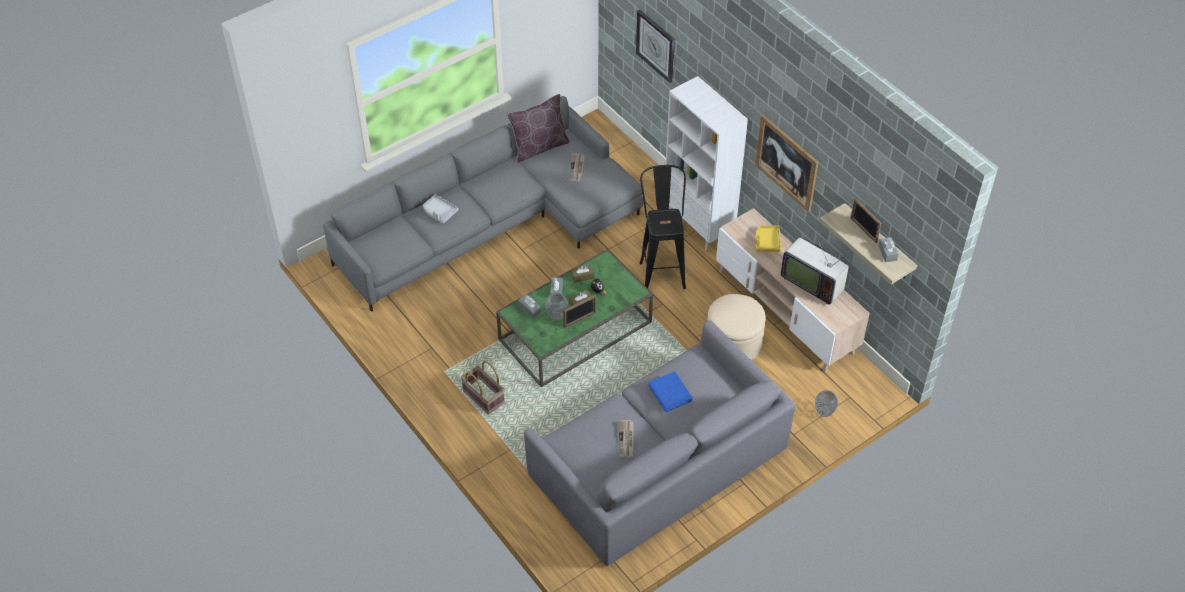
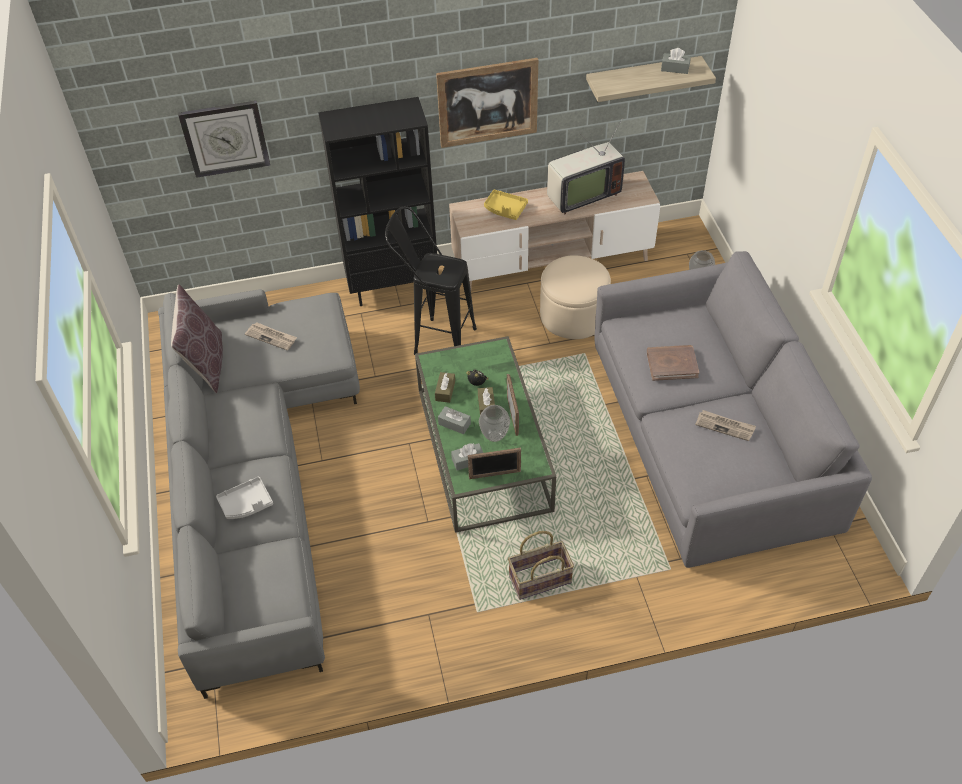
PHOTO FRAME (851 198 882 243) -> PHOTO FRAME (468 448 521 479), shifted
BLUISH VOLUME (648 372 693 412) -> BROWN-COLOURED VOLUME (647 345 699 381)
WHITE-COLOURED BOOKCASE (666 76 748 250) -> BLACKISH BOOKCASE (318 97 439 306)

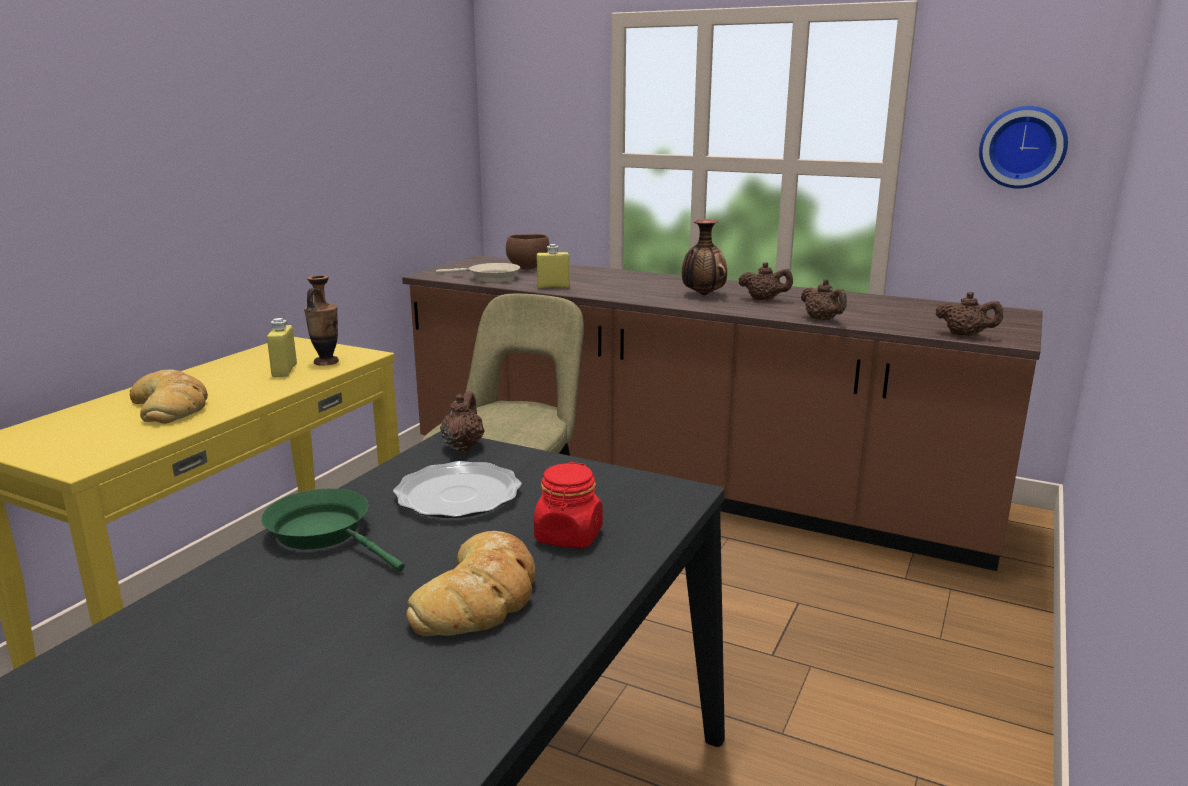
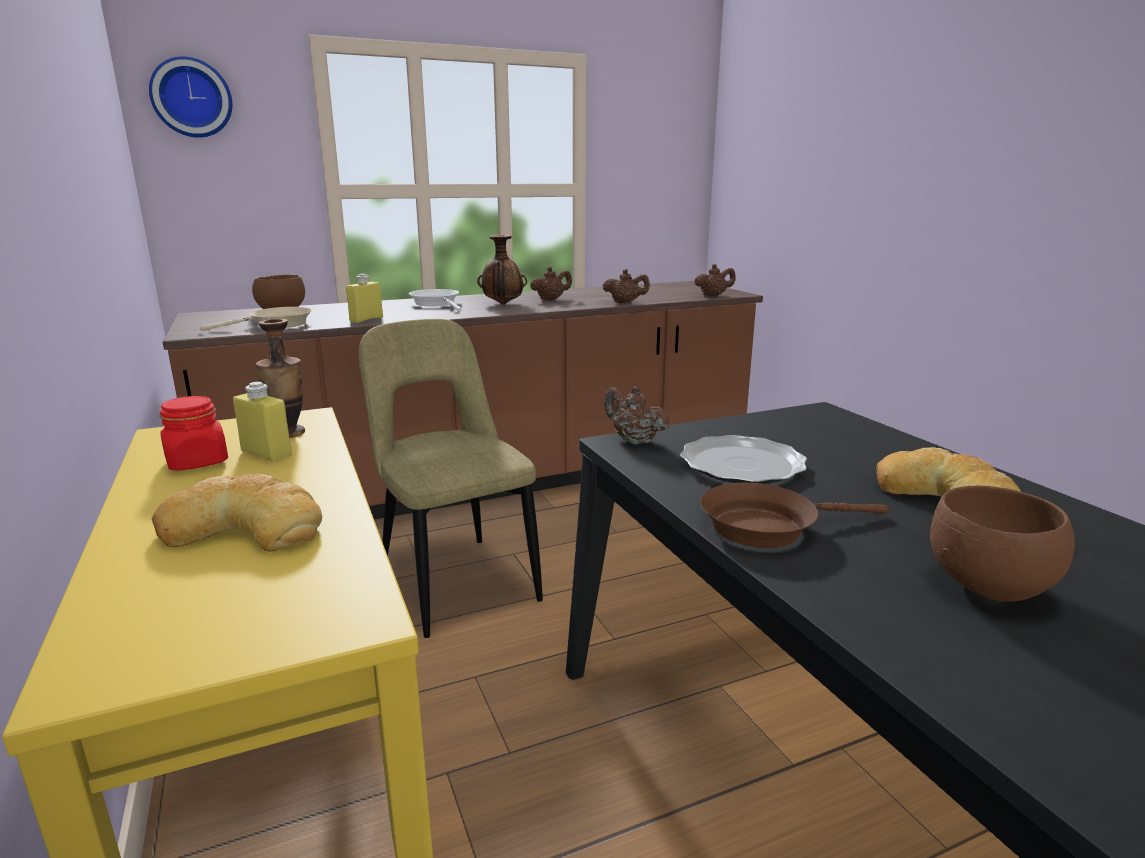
none -> WHITE-COLOURED SKILLET (409 289 462 311)
none -> BROWN-COLOURED SERVING BOWL (930 486 1075 602)
REDDISH JAR (534 462 603 548) -> REDDISH JAR (160 396 228 471), shifted
WALL CLOCK (979 106 1068 189) -> WALL CLOCK (149 56 232 138), shifted
GREEN-COLOURED SKILLET (261 489 404 571) -> BROWN-COLOURED SKILLET (700 482 888 548)

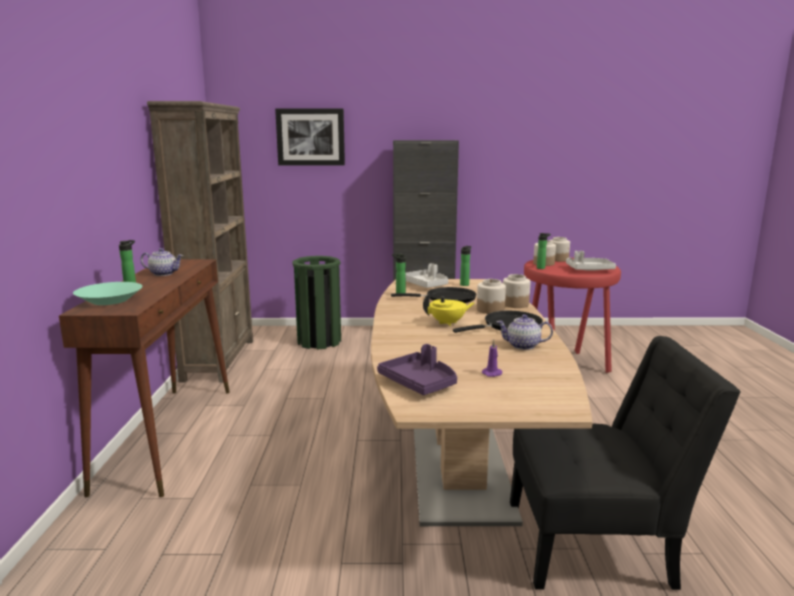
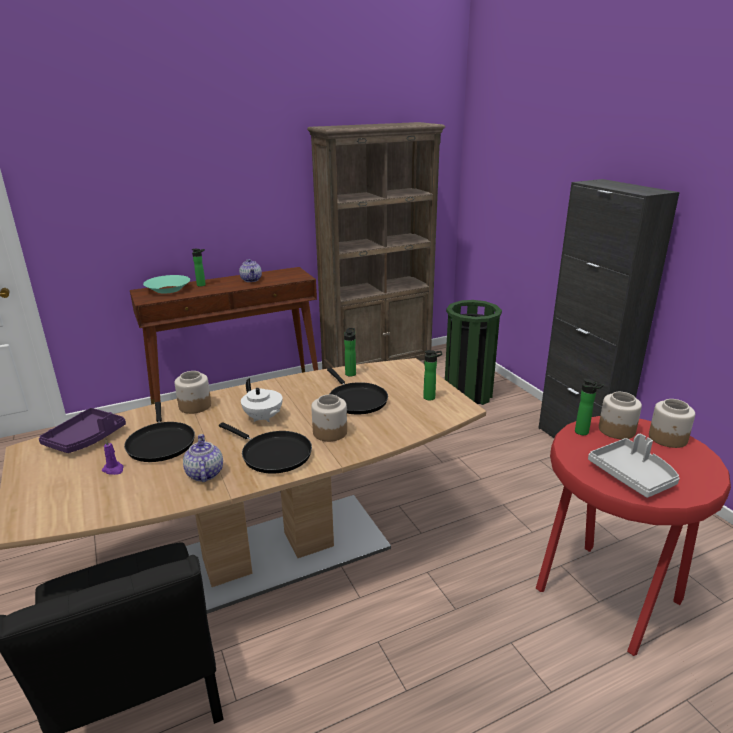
WALL PICTURE (275 108 345 165) -> none
GREYISH SERVING TRAY (405 263 448 288) -> none
none -> BLACKISH SKILLET (124 402 195 462)
JAR (503 274 530 308) -> JAR (175 371 211 414), shifted
YELLOWISH TEA POT (423 293 475 326) -> WHITE-COLOURED TEA POT (241 378 282 422)

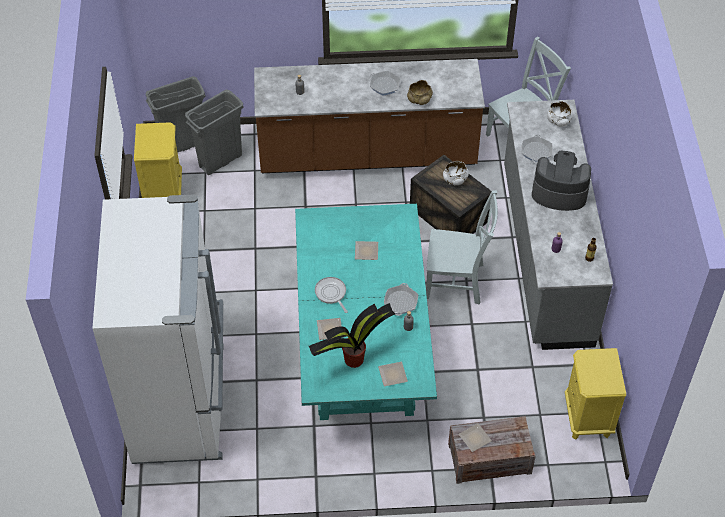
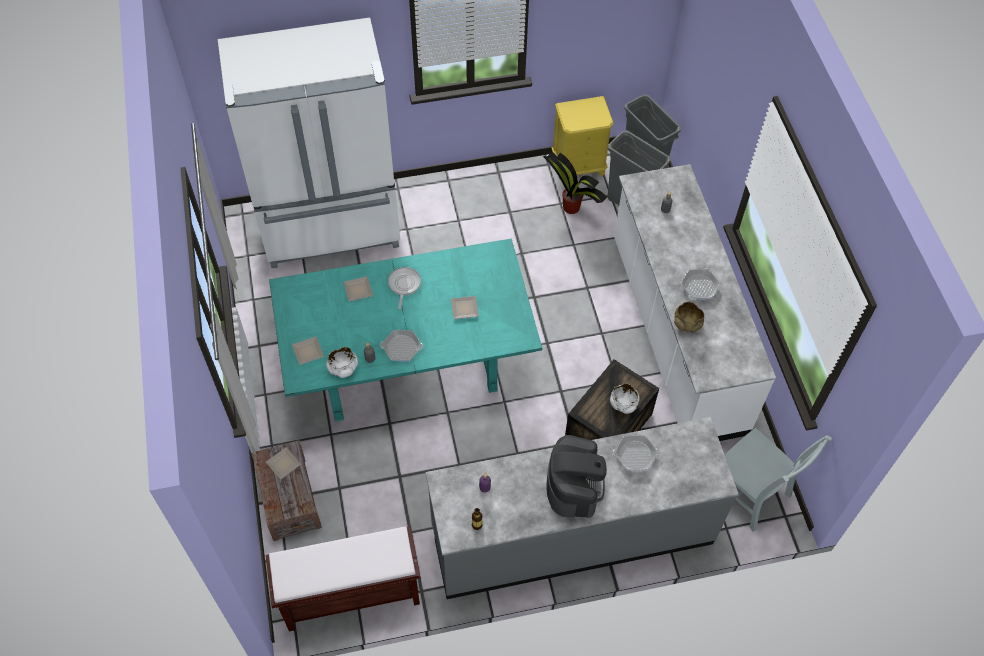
GREYISH CHAIR (426 190 498 305) -> none
HOUSEPLANT (309 303 395 368) -> HOUSEPLANT (543 152 607 214), shifted
WHITE-COLOURED SERVING BOWL (547 101 573 127) -> WHITE-COLOURED SERVING BOWL (326 347 358 378), shifted
YELLOWISH NIGHTSTAND (565 348 626 440) -> BROWN-COLOURED BENCH (266 526 420 632)
BROWN-COLOURED COUNTER (254 59 485 173) -> WHITE-COLOURED COUNTER (614 164 776 441)
SKILLET (315 277 348 313) -> SKILLET (388 267 421 309), 45 degrees counterclockwise

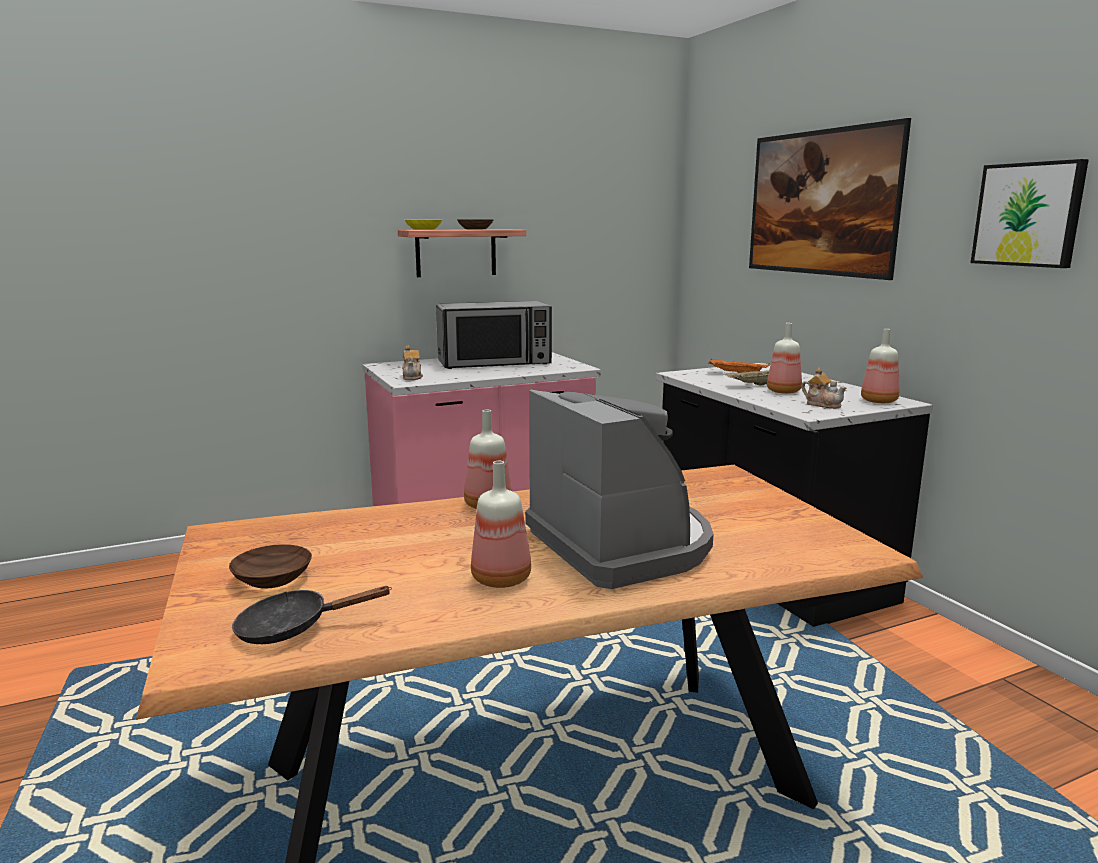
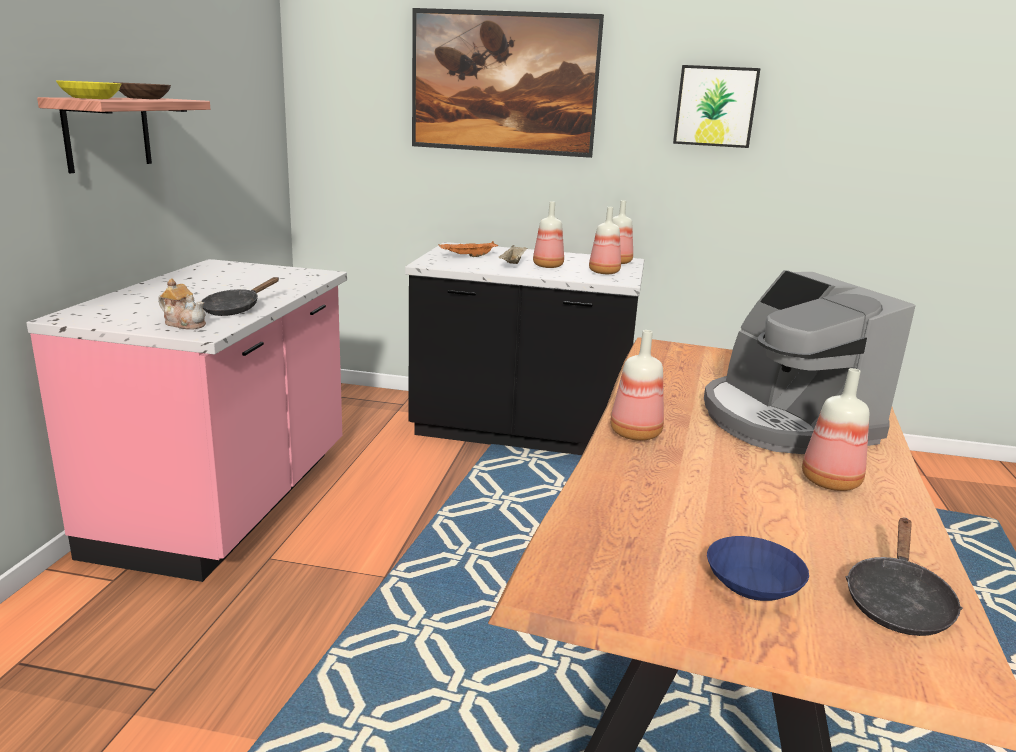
MICROWAVE (436 301 552 369) -> none
none -> BLACKISH SKILLET (201 277 279 316)
TEA POT (801 368 847 409) -> BEVERAGE BOTTLE (589 207 621 274)
BROWN-COLOURED SERVING BOWL (229 544 312 589) -> BLUISH SERVING BOWL (707 536 809 601)
COFFEE MACHINE (525 390 713 589) -> COFFEE MACHINE (704 270 916 454), 120 degrees counterclockwise

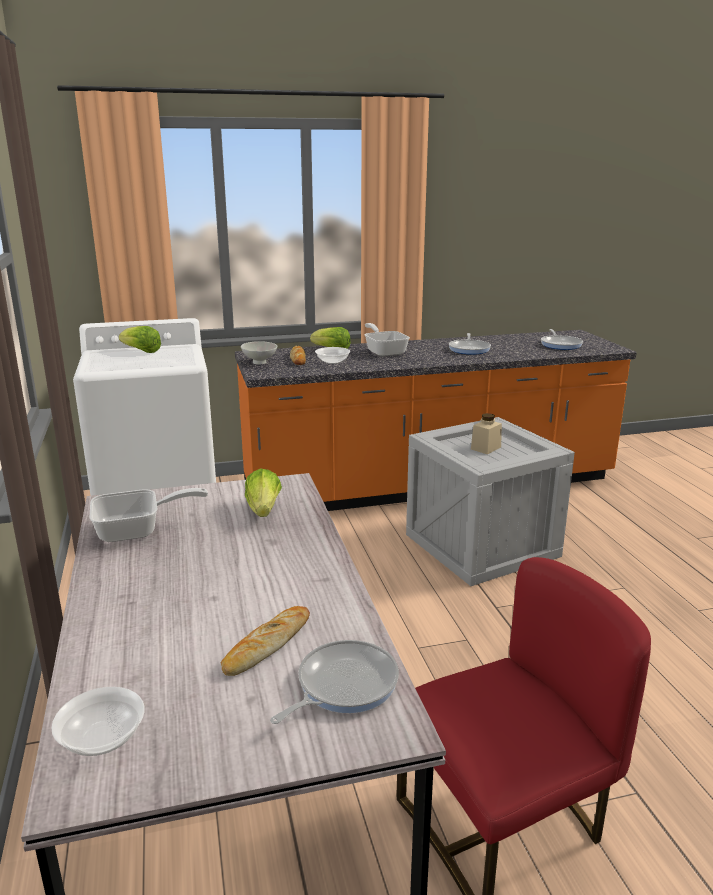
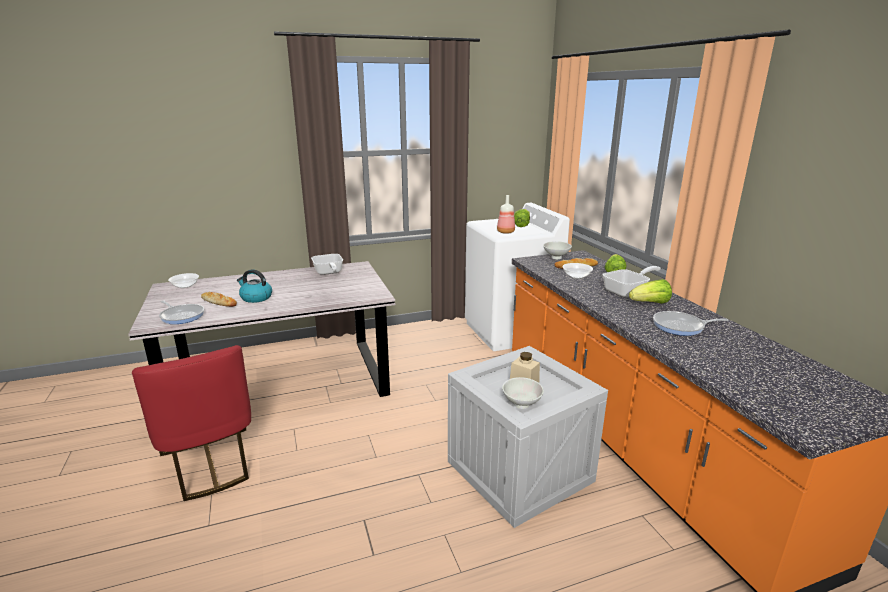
SKILLET (541 329 583 350) -> none
none -> TEA KETTLE (237 270 272 303)
none -> BEVERAGE BOTTLE (497 195 515 234)
none -> WHITE-COLOURED SERVING BOWL (502 377 544 409)
LETTUCE (245 468 282 517) -> LETTUCE (629 279 672 304), shifted

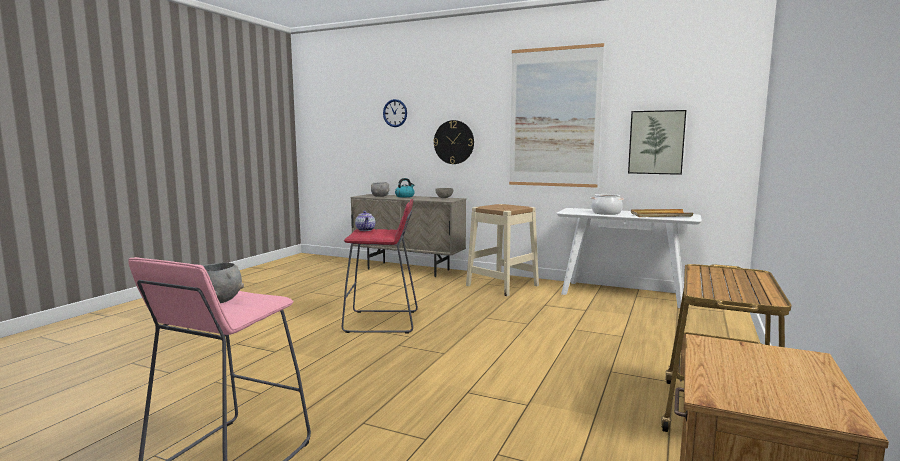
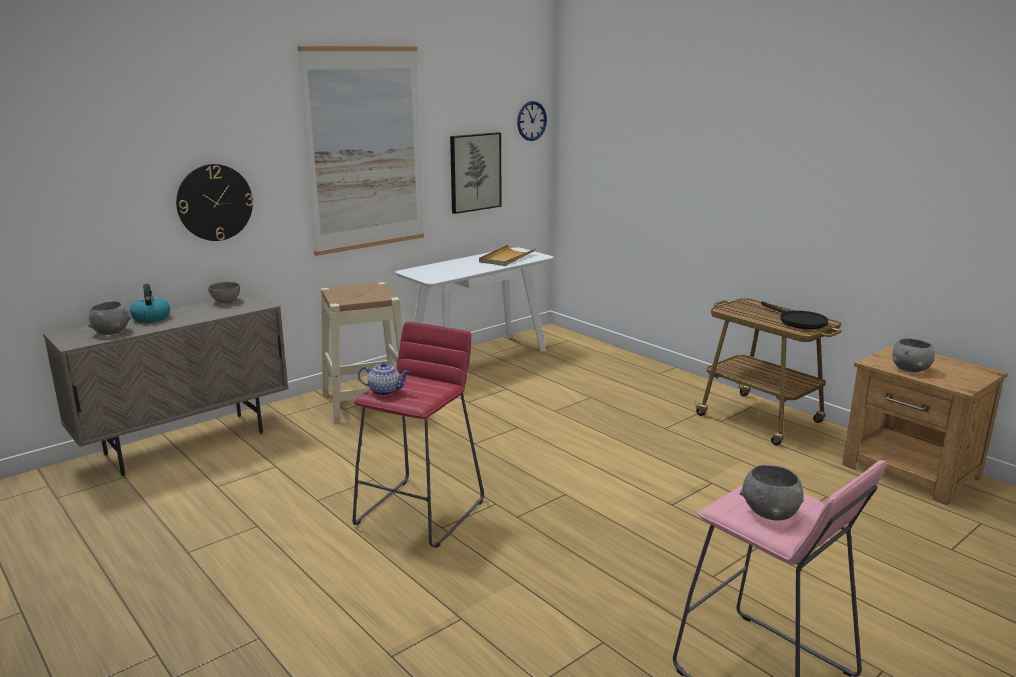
COOKING POT (591 194 624 215) -> none
none -> BLACKISH SKILLET (761 301 828 329)
none -> GREYISH SERVING BOWL (892 338 935 372)
WALL CLOCK (383 99 407 127) -> WALL CLOCK (517 101 547 141), shifted

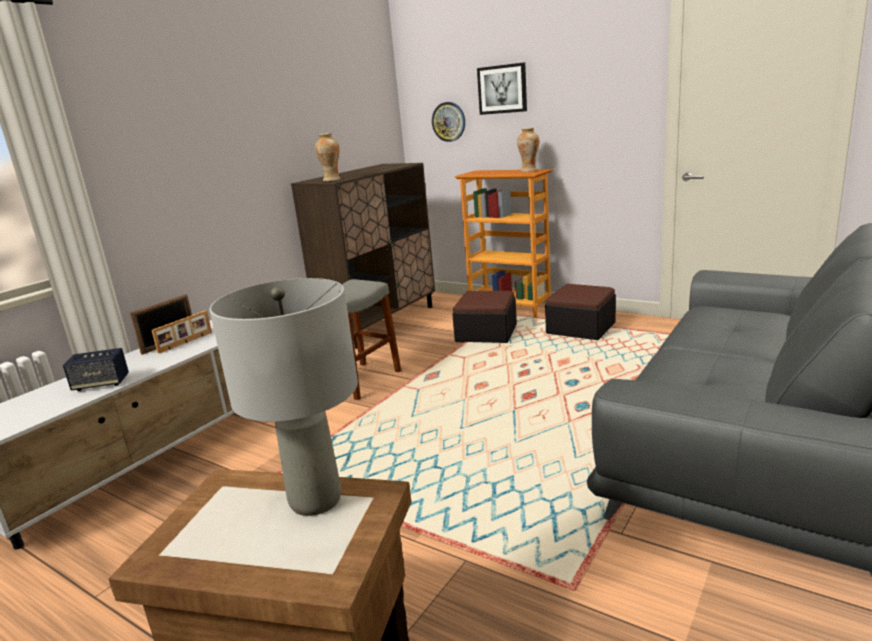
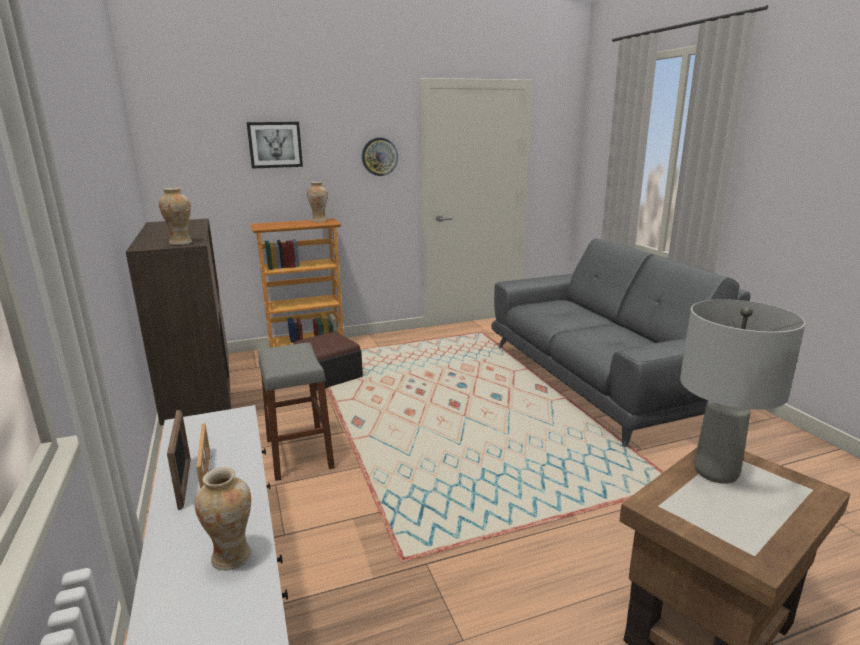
FOOTREST (545 284 616 340) -> none
WALL CLOCK (432 102 465 142) -> WALL CLOCK (362 138 398 176), shifted
SPEAKER (63 348 129 391) -> DECORATIVE VASE (194 467 252 570)

